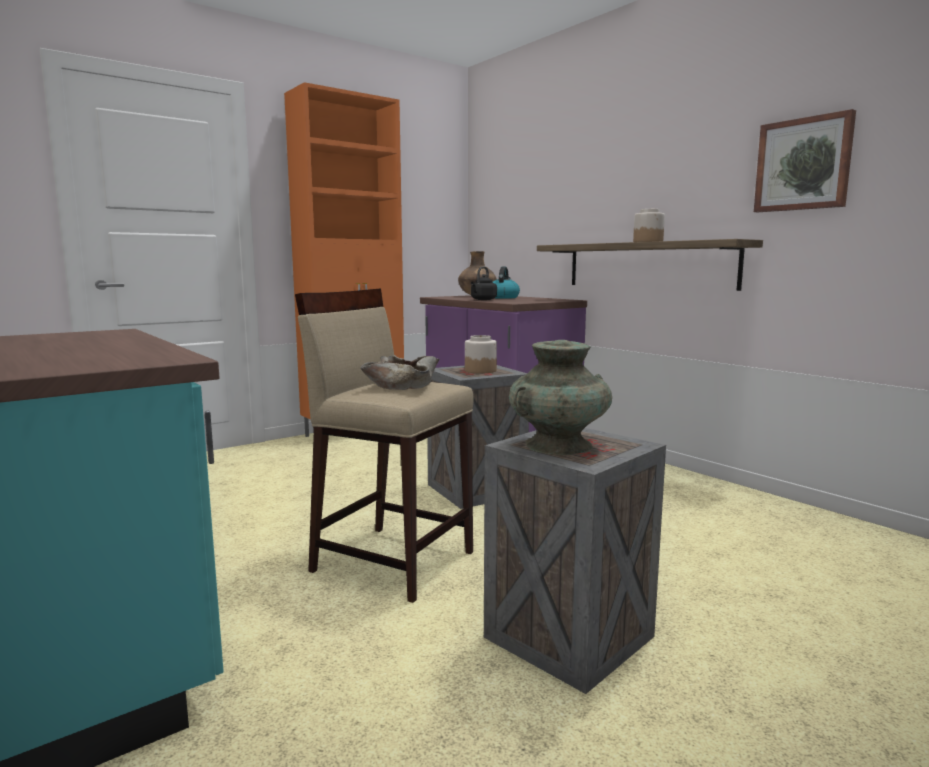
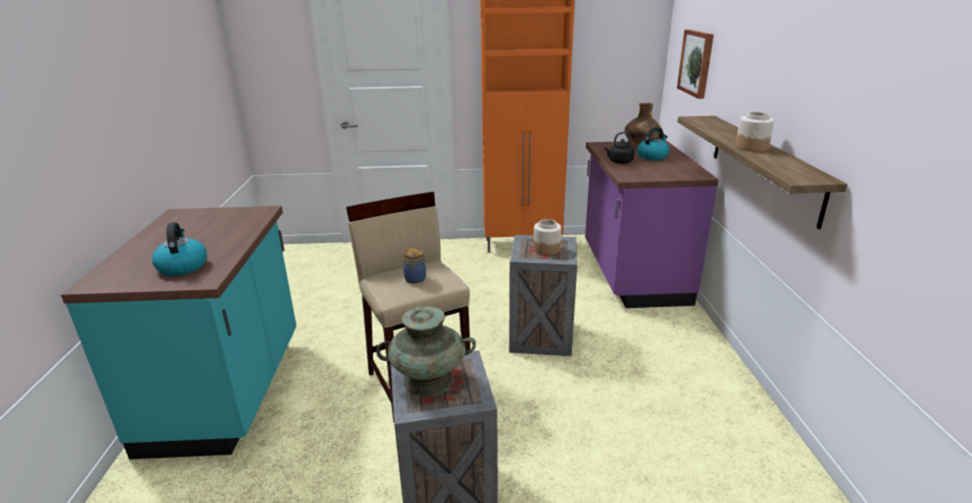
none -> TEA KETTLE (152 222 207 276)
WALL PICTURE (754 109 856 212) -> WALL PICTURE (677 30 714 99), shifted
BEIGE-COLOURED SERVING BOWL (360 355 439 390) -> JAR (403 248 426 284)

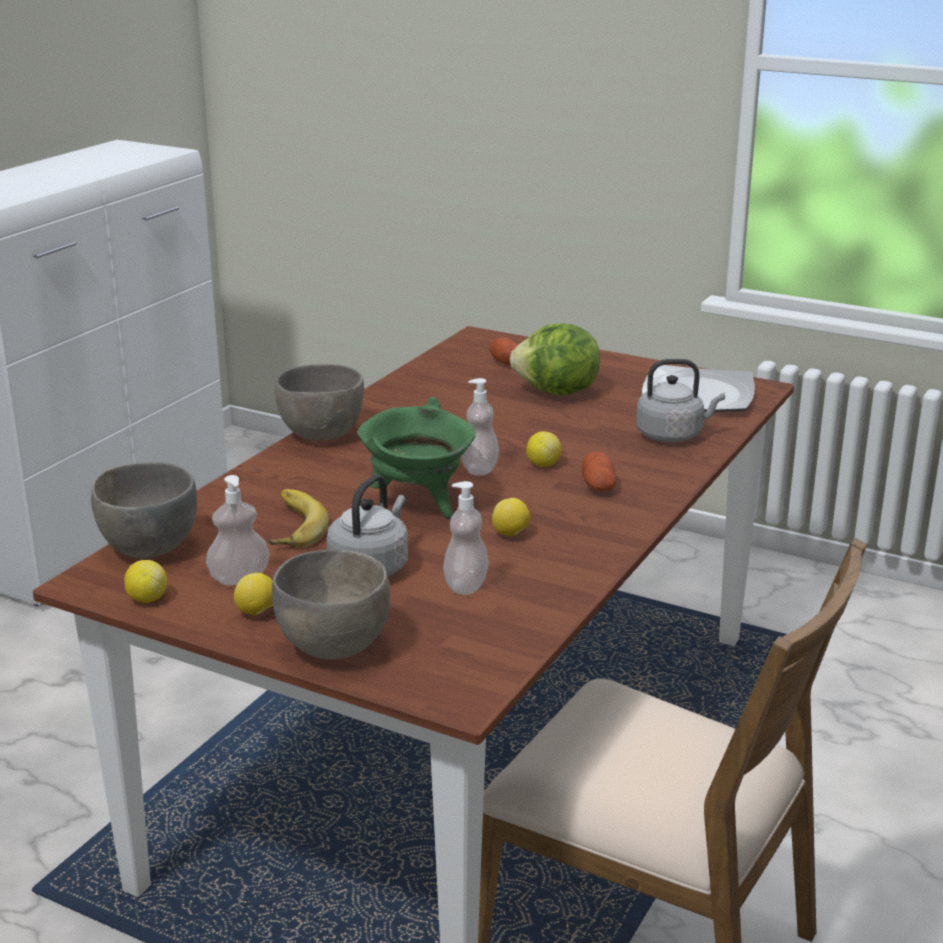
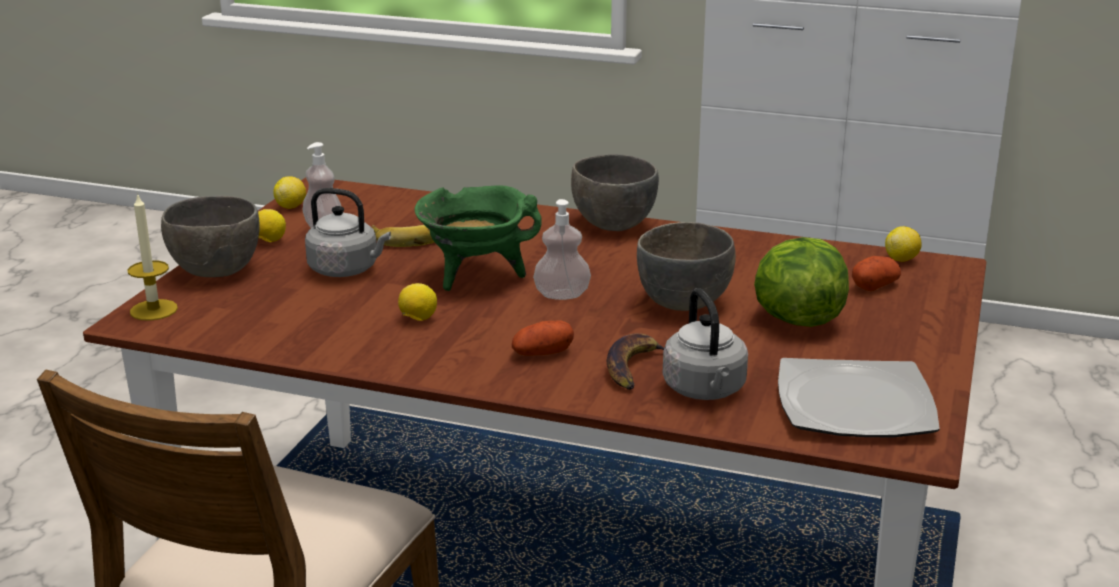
SOAP BOTTLE (443 481 489 595) -> none
none -> CANDLE (127 193 178 321)
none -> WHOLE BANANA (606 333 664 390)
GREYISH SERVING BOWL (91 462 197 559) -> GREYISH SERVING BOWL (637 222 736 311), shifted
CITRUS FRUIT (526 431 561 467) -> CITRUS FRUIT (885 226 922 262), shifted

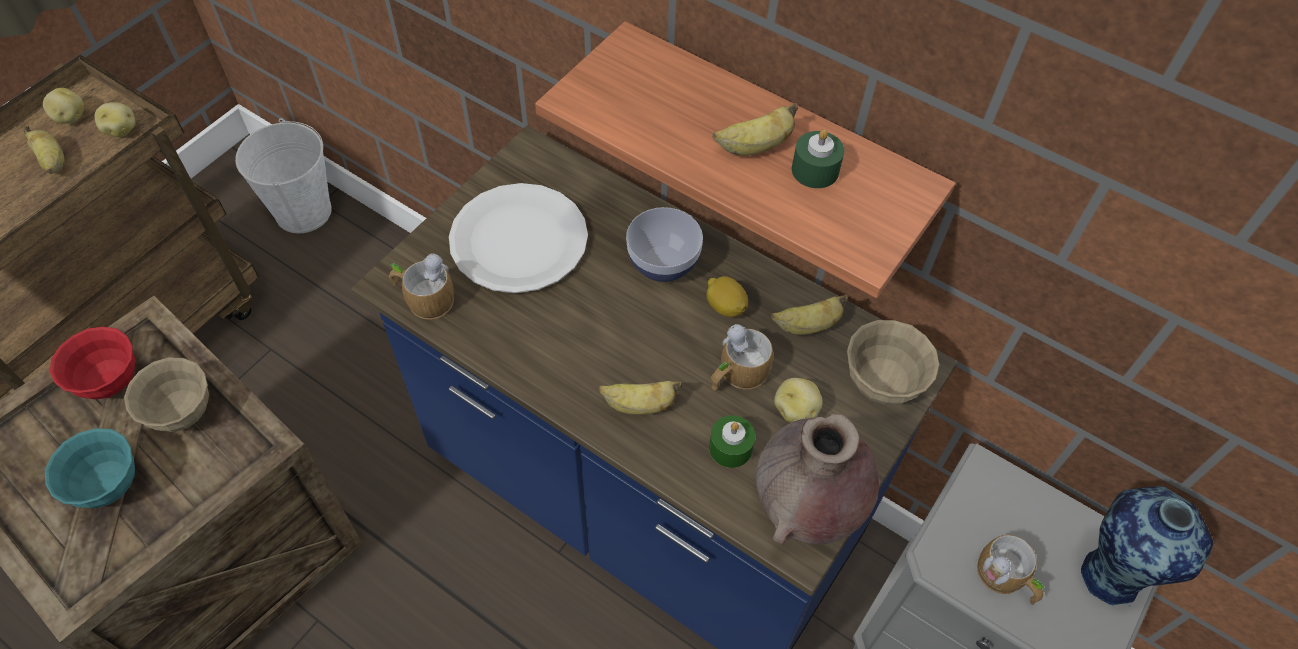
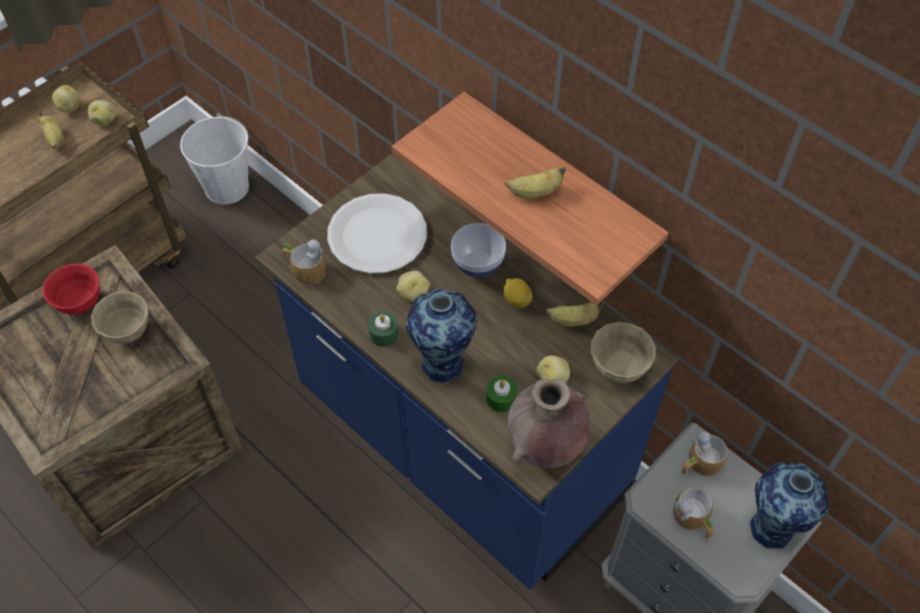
BLUE-GREEN SERVING BOWL (45 428 135 508) -> none
none -> WHOLE POTATO (397 271 430 302)
TEA MUG (711 324 773 391) -> TEA MUG (681 431 728 476), shifted
GREEN-COLOURED CANDLE (792 129 845 188) -> GREEN-COLOURED CANDLE (368 311 399 347), shifted
WHOLE BANANA (599 381 682 415) -> DECORATIVE VASE (406 288 478 383)

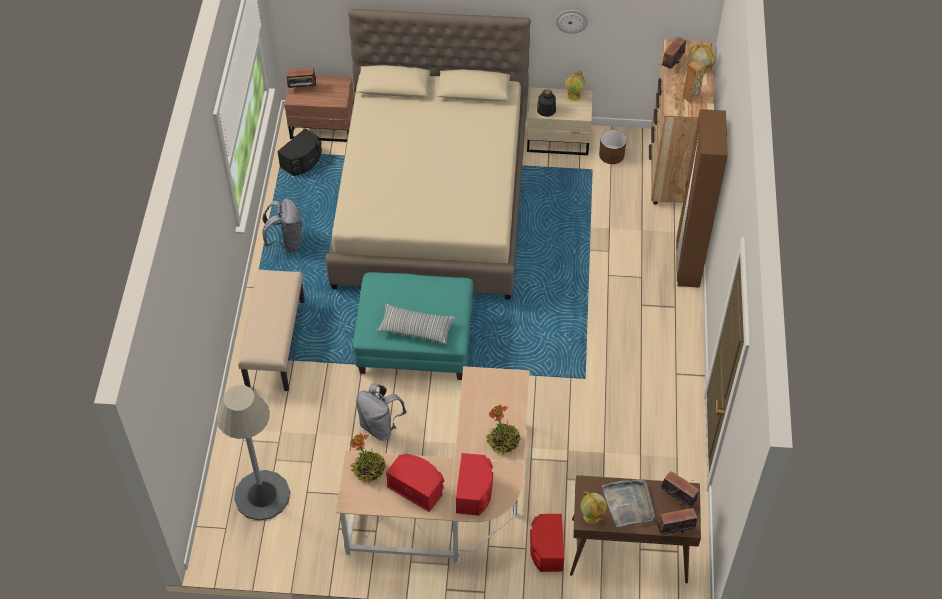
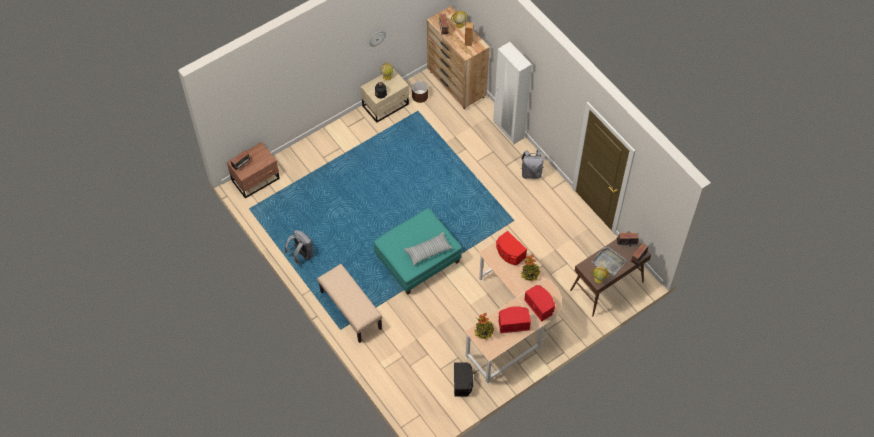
GREYISH FLOOR LAMP (217 385 290 521) -> none
BEIGE-COLOURED BED (325 8 531 300) -> none
BLACKISH SPEAKER (277 128 322 176) -> BLACKISH SPEAKER (454 362 473 397), shifted
GREYISH KNAPSACK (356 384 407 441) -> GREYISH KNAPSACK (521 150 544 179), shifted
REDDISH SPEAKER (530 514 564 572) -> REDDISH SPEAKER (496 231 527 266), shifted
BROWN-COLOURED WARDROBE (676 109 728 288) -> WHITE-COLOURED WARDROBE (493 42 532 144)

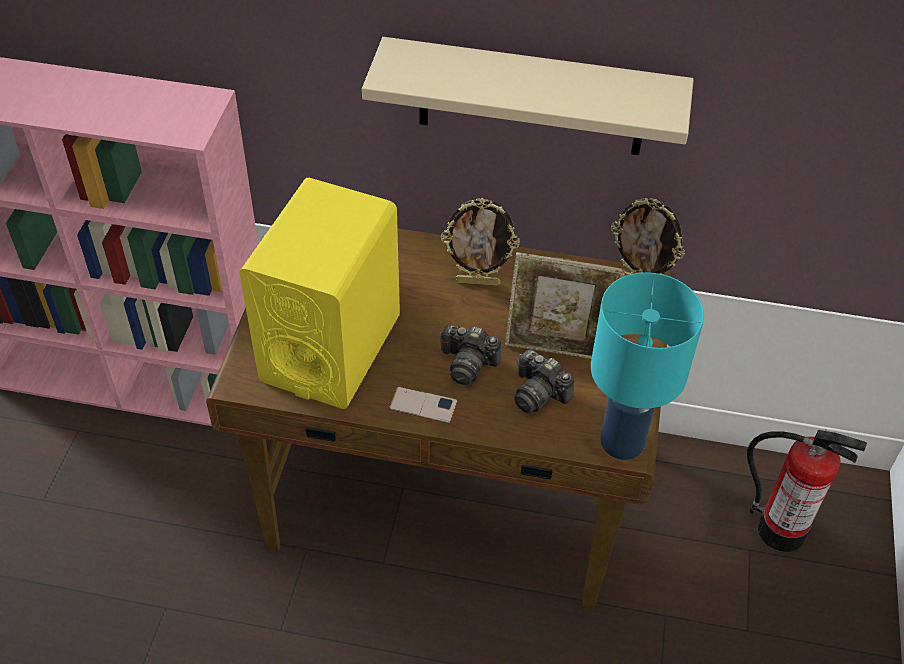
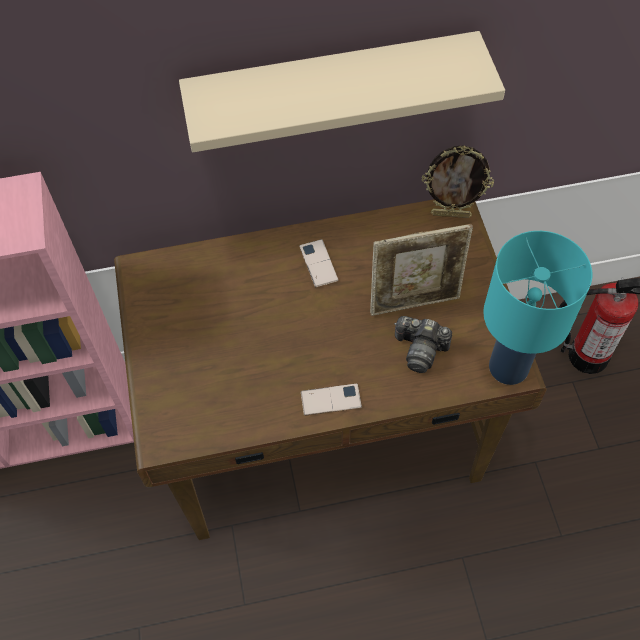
YELLOWISH SPEAKER (239 178 400 409) -> none
STILL CAMERA (440 324 501 385) -> none
PHOTO FRAME (441 198 520 286) -> HANDSET (300 239 338 288)

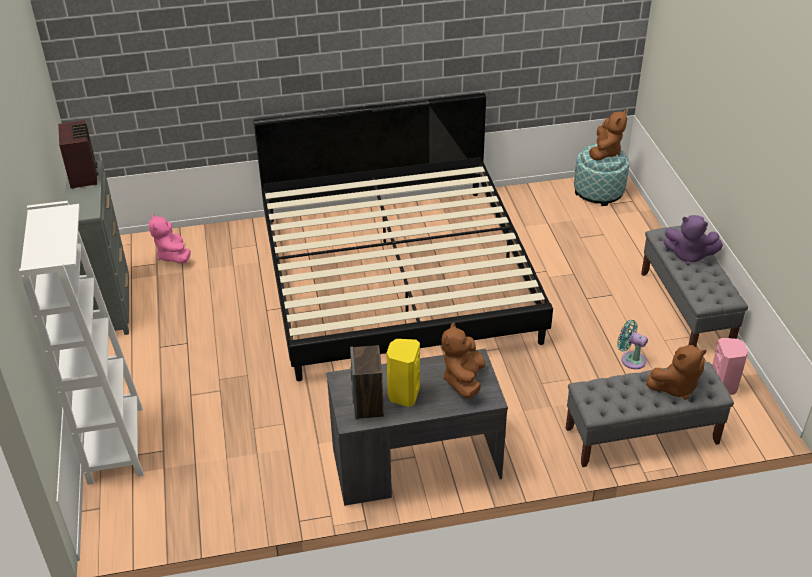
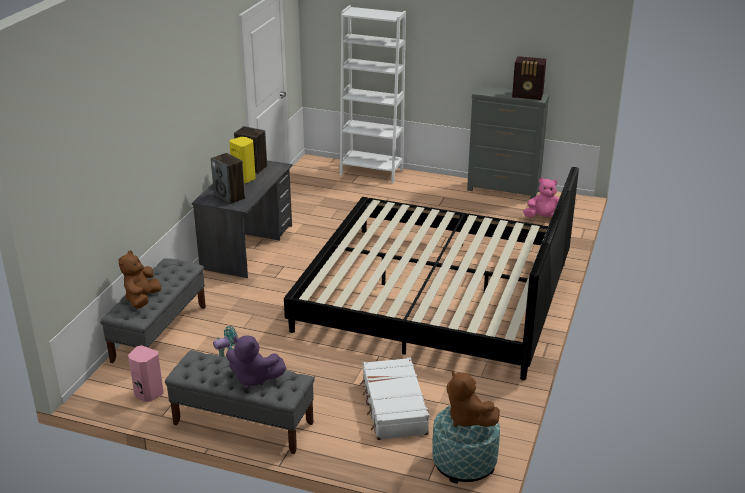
none -> WHITE-COLOURED TRAVEL CASE (360 358 429 440)
BROWN-COLOURED CUDDLY TOY (442 323 486 399) -> SPEAKER (211 153 245 205)
PURPLISH CUDDLY TOY (663 215 723 265) -> PURPLISH CUDDLY TOY (226 335 286 389), 120 degrees counterclockwise

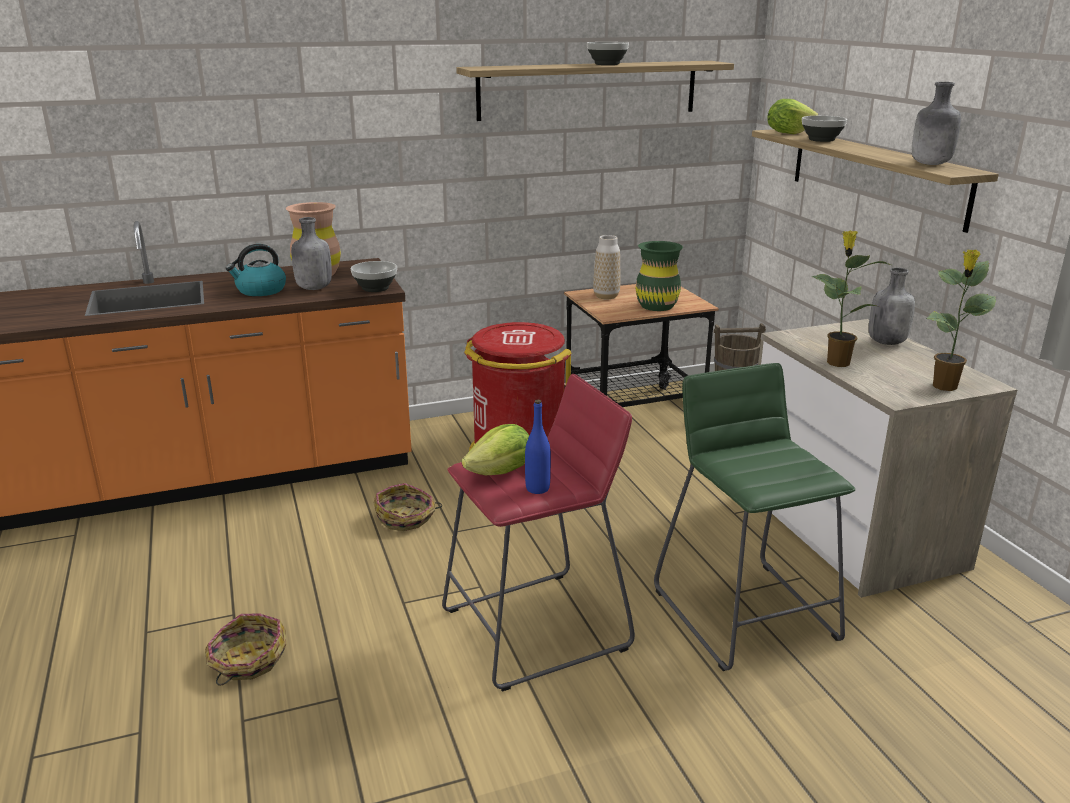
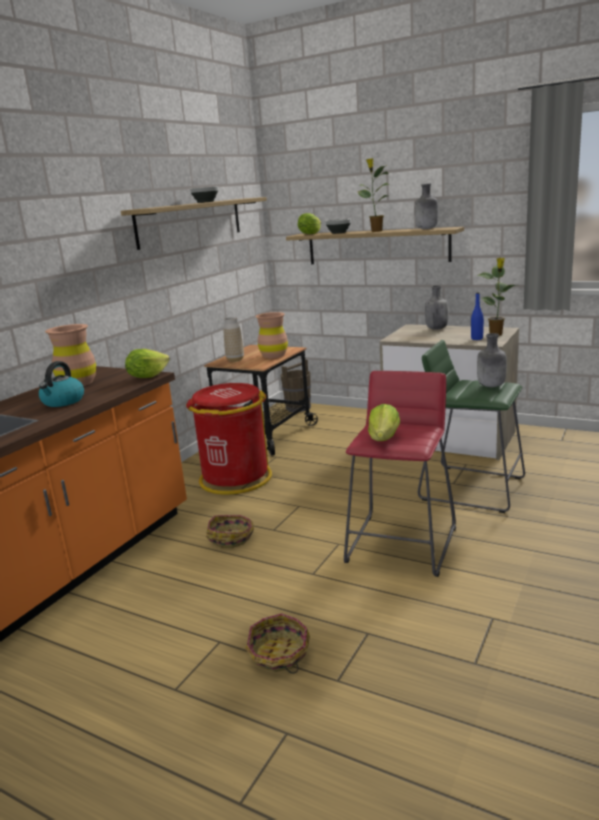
GREYISH BEVERAGE BOTTLE (291 217 332 290) -> GREYISH BEVERAGE BOTTLE (477 333 507 387), shifted
BLUISH BEVERAGE BOTTLE (525 400 551 494) -> BLUISH BEVERAGE BOTTLE (471 292 484 340), shifted
HOUSEPLANT (811 231 890 367) -> HOUSEPLANT (357 158 390 232), shifted
SERVING BOWL (350 261 397 292) -> LETTUCE (125 349 170 378)
GREEN-COLOURED DECORATIVE VASE (635 241 683 311) -> BROWN-COLOURED DECORATIVE VASE (255 312 288 358)

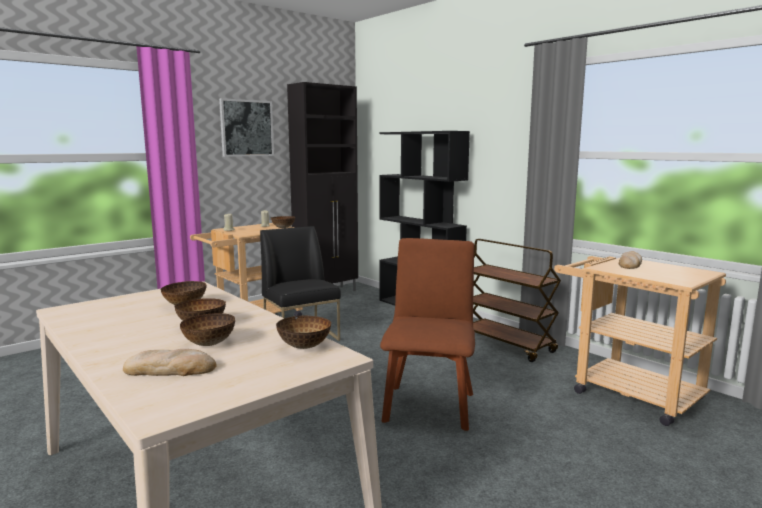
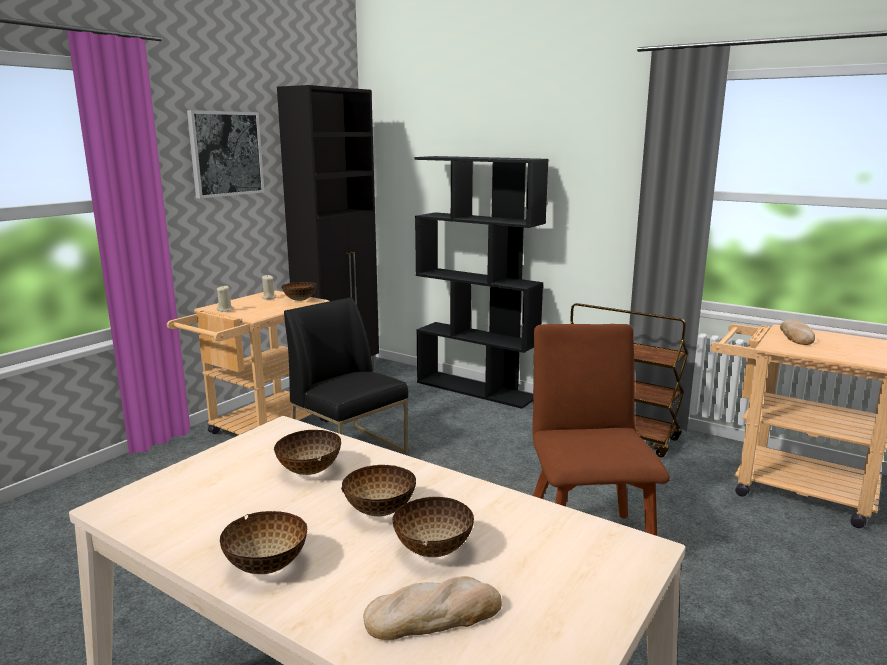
SERVING BOWL (276 316 332 349) -> SERVING BOWL (220 511 308 574), shifted

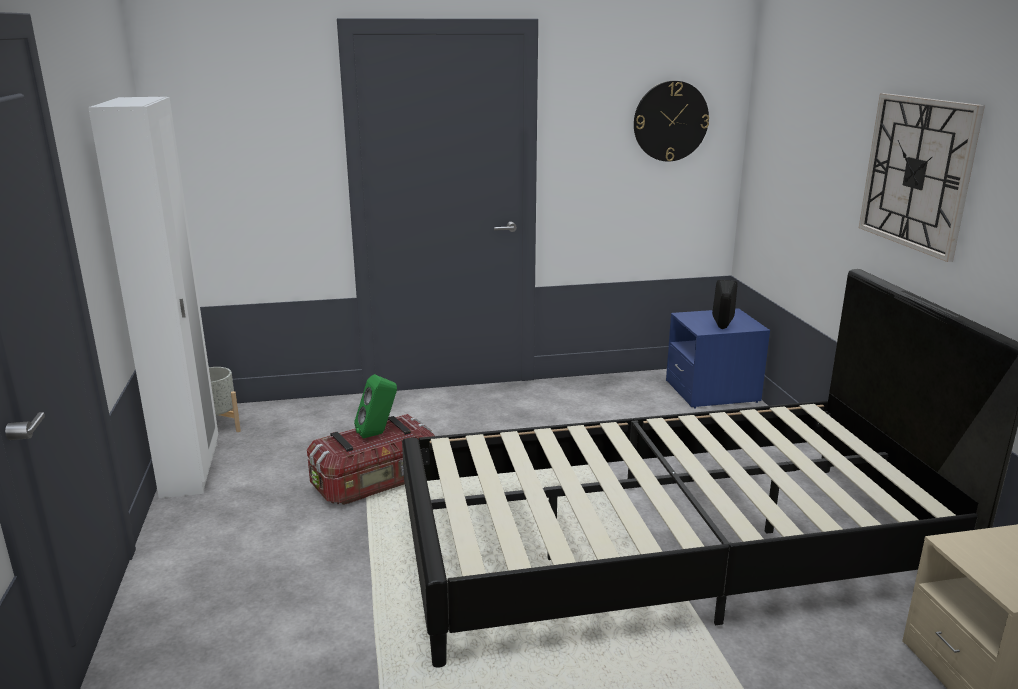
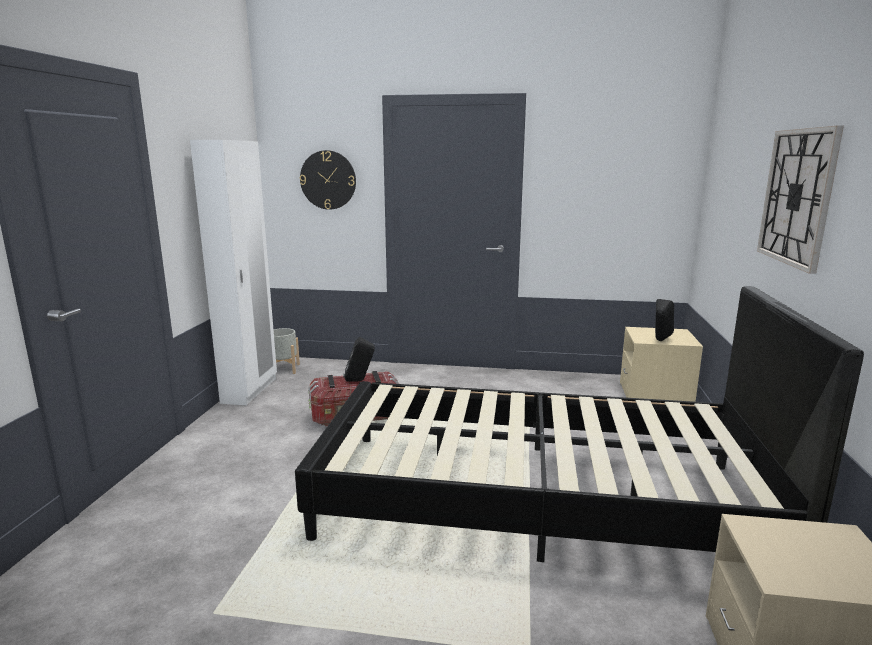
WALL CLOCK (634 81 709 161) -> WALL CLOCK (300 150 356 210), shifted
GREEN-COLOURED SPEAKER (354 374 397 438) -> BLACKISH SPEAKER (344 337 375 382)
BLUISH NIGHTSTAND (666 308 770 408) -> BEIGE-COLOURED NIGHTSTAND (620 327 703 402)

